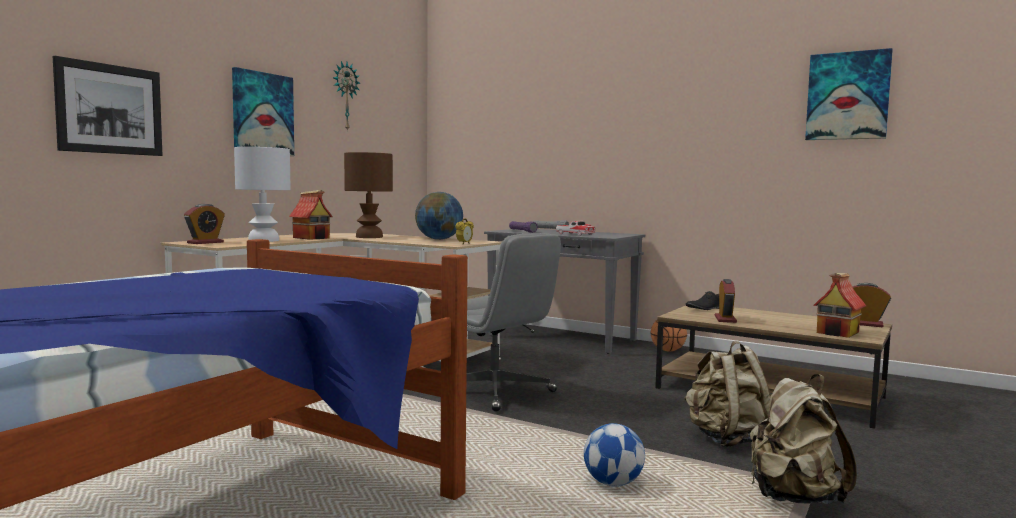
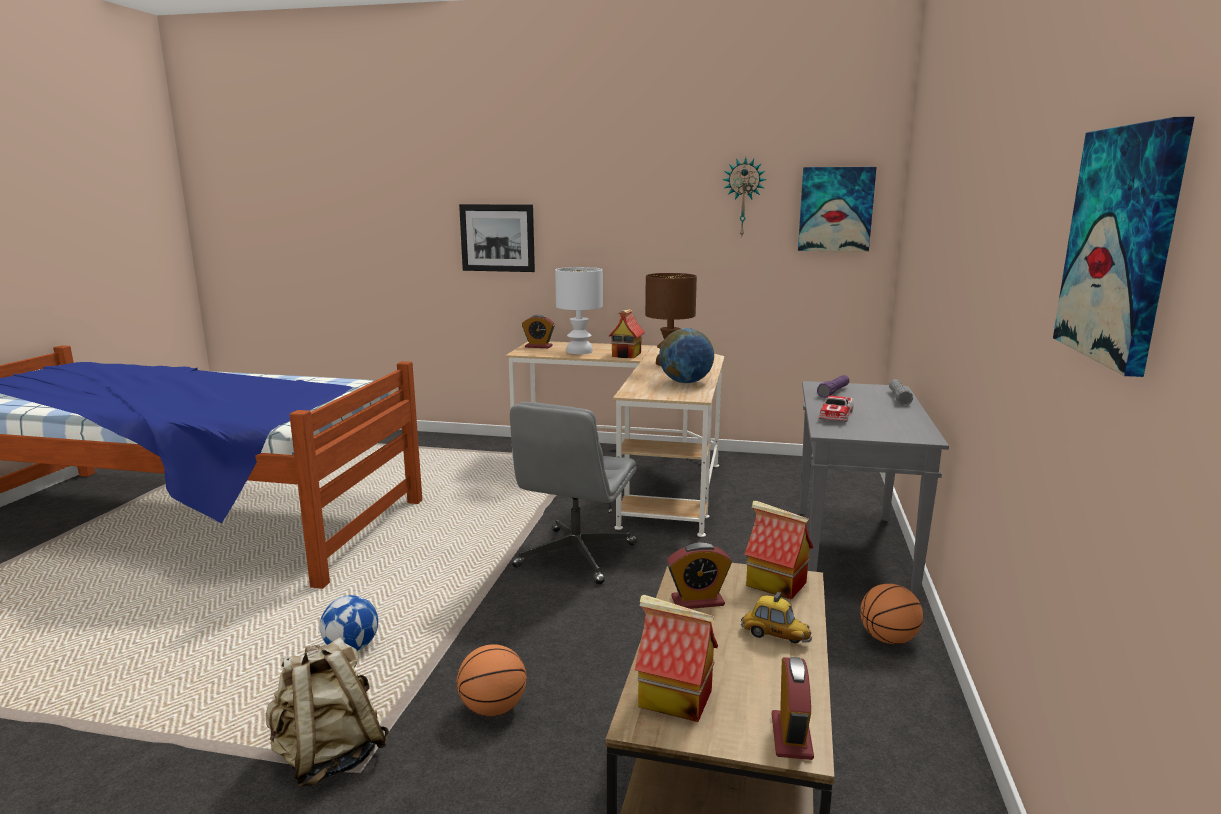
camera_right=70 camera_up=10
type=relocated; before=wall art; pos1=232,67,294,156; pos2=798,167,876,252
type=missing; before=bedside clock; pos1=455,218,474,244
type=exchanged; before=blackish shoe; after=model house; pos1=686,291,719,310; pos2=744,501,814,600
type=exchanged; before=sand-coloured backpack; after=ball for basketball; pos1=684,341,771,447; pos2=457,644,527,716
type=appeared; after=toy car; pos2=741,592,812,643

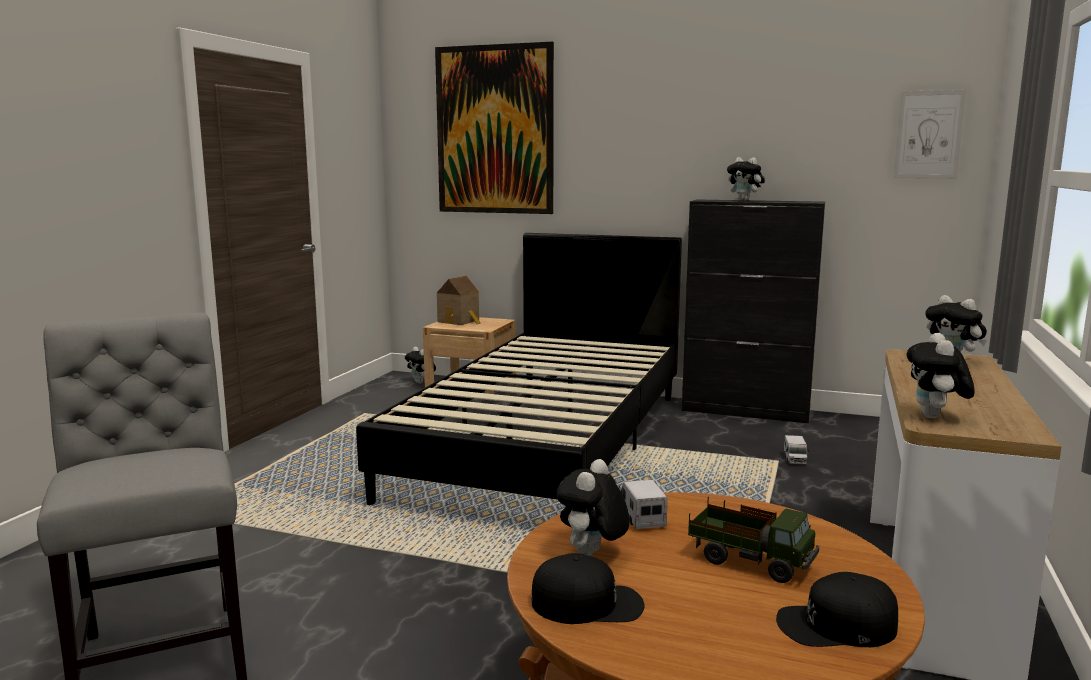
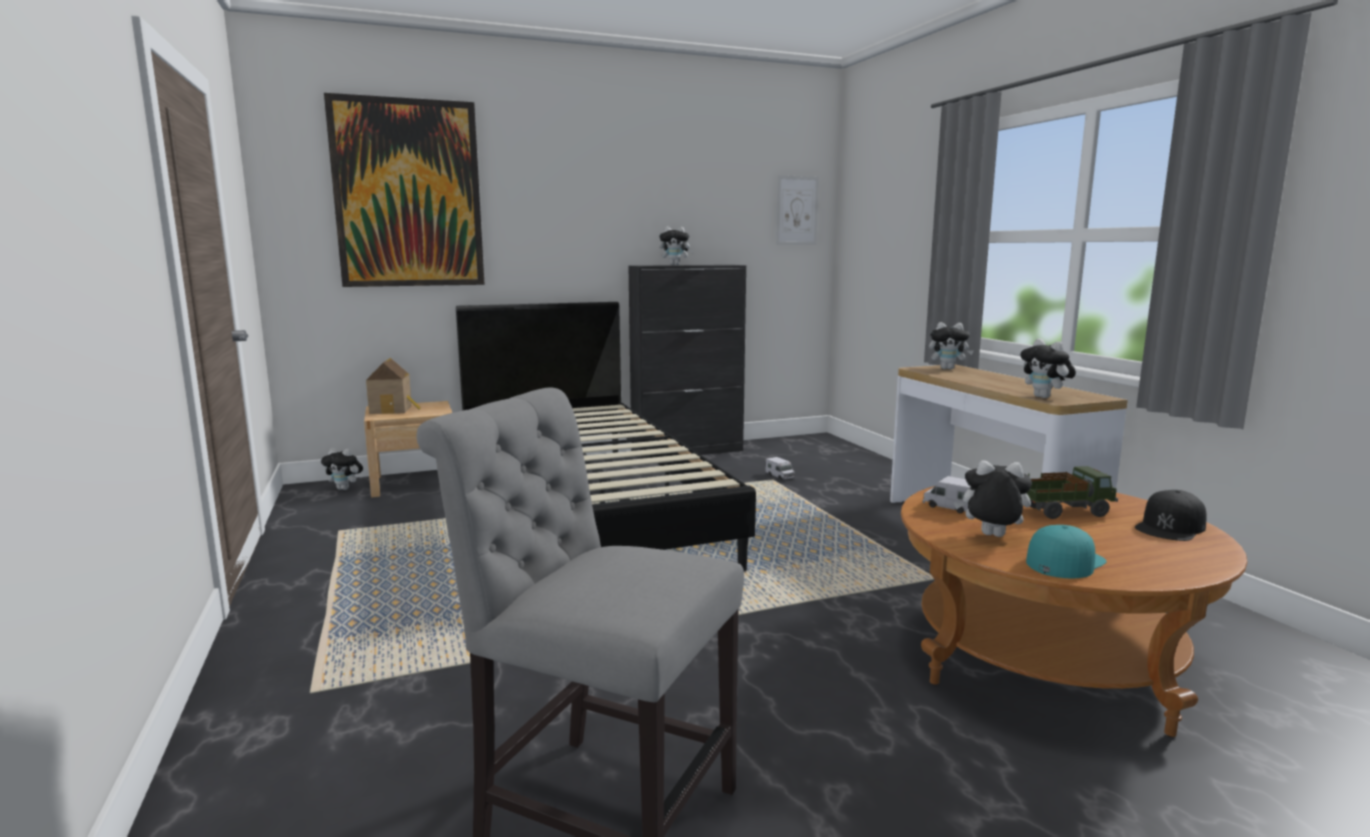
camera_right=-40 camera_up=0
type=spun; before=plush toy; pos1=556,459,630,556; pos2=954,460,1032,537; turn=120
type=colour; before=blackish peaked cap; after=blue-green peaked cap; pos1=531,553,645,624; pos2=1026,525,1107,578

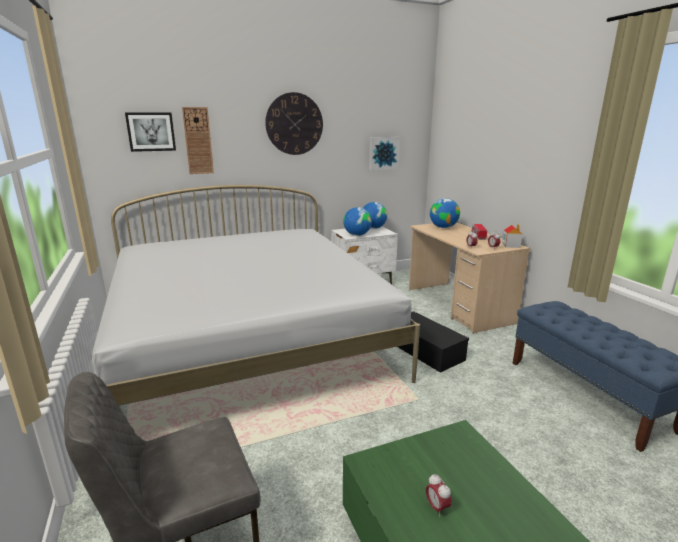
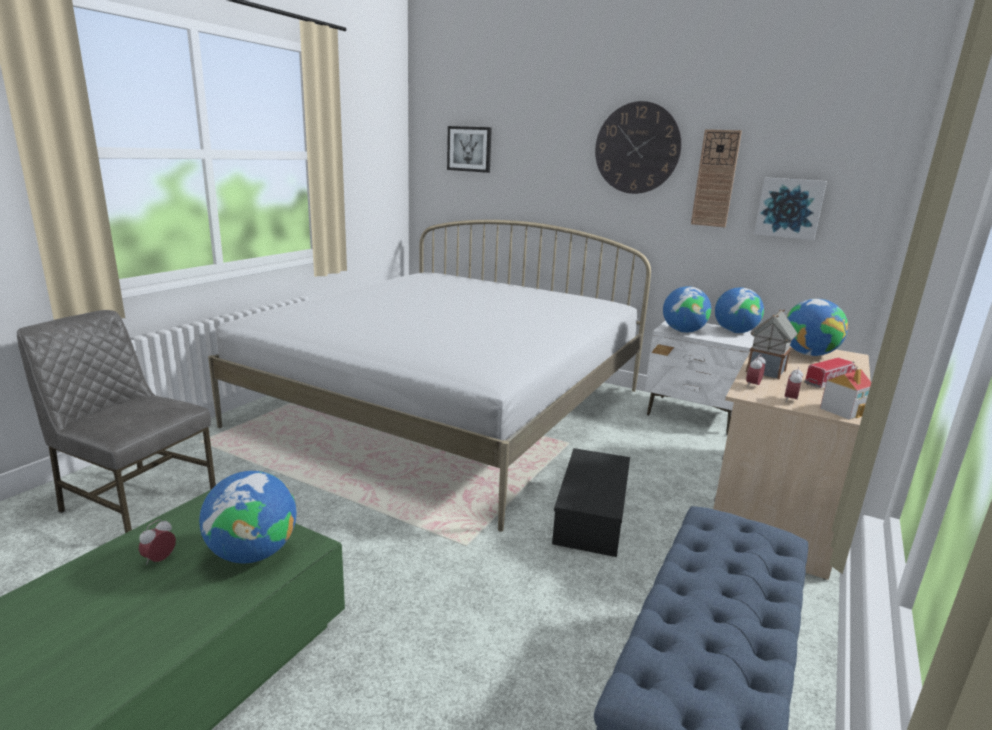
camera_right=50 camera_up=0
type=relocated; before=clock on the wall; pos1=182,107,214,174; pos2=691,129,742,227
type=appeared; after=model house; pos2=746,309,797,379
type=appeared; after=world globe; pos2=199,471,296,563

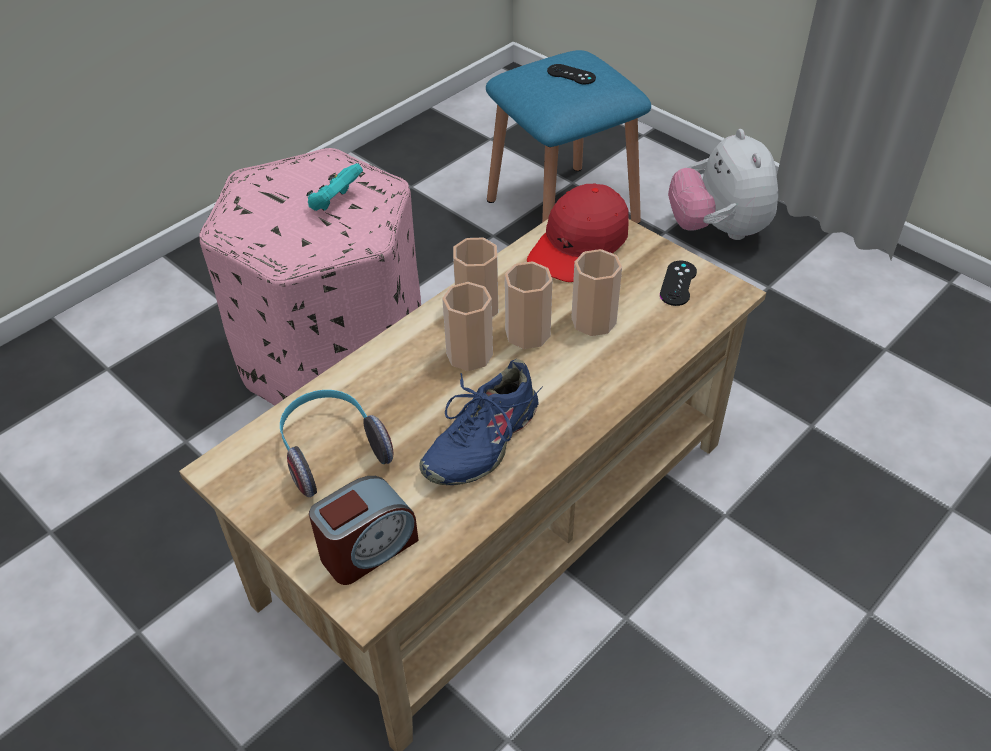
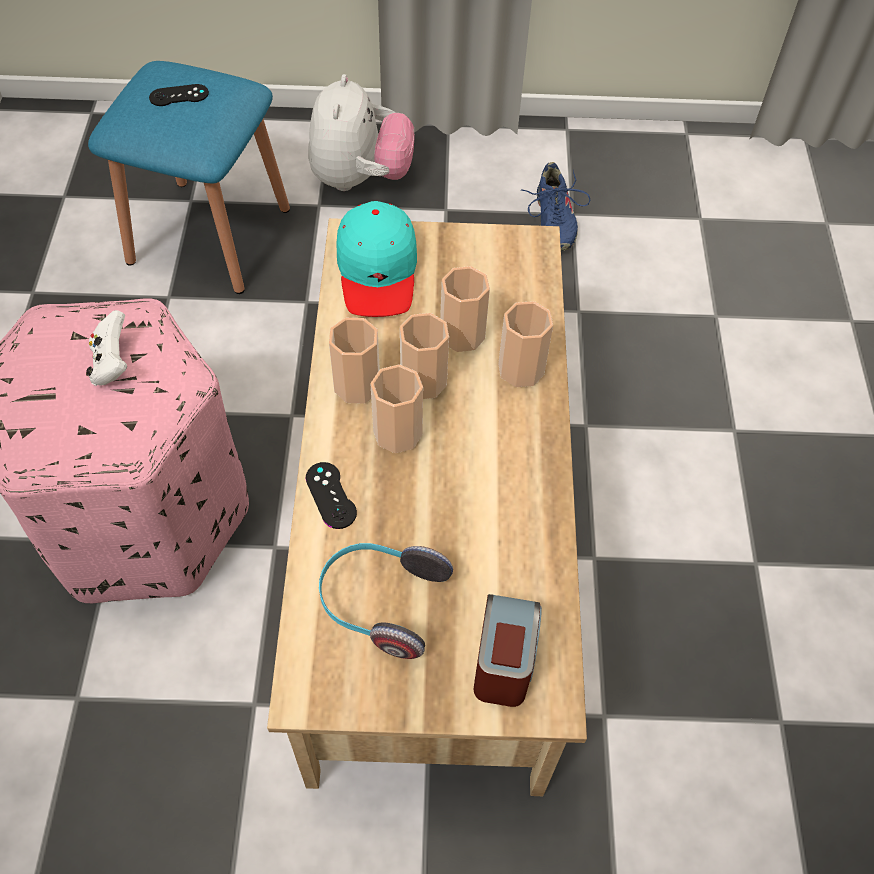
camera_right=-45 camera_up=10
type=spun; before=plush toy; pos1=668,129,778,240; pos2=308,74,414,191; turn=-120
type=colour; before=blue-green joypad; after=whitish joypad; pos1=306,163,363,211; pos2=86,310,127,386
type=colour; before=red peaked cap; after=blue-green peaked cap; pos1=527,183,628,282; pos2=336,201,417,317
type=relocated; before=blackish joypad; pos1=660,261,697,306; pos2=306,462,357,529
type=relocated; before=blue shoe; pos1=419,359,542,485; pos2=520,162,590,251
type=appeared; after=small cup; pos2=498,301,553,387

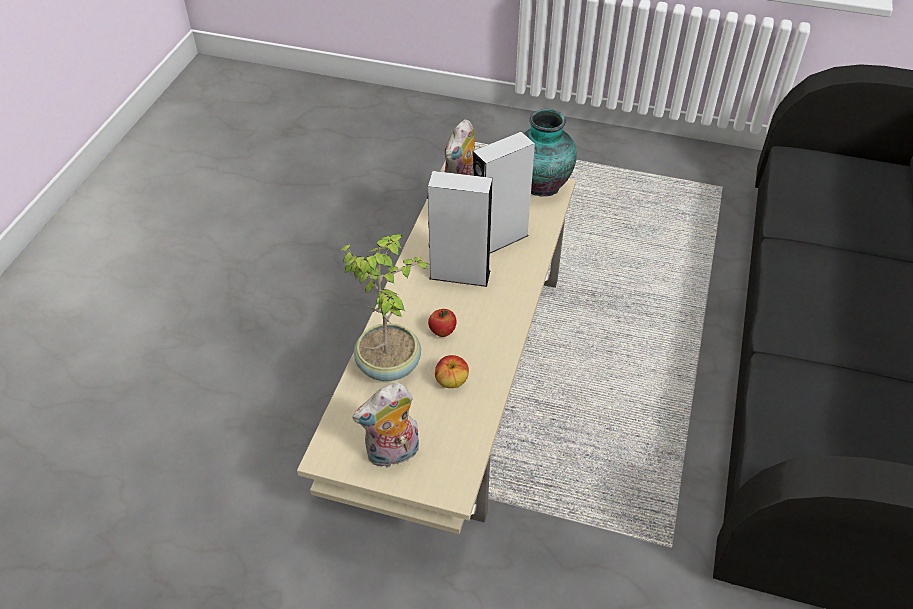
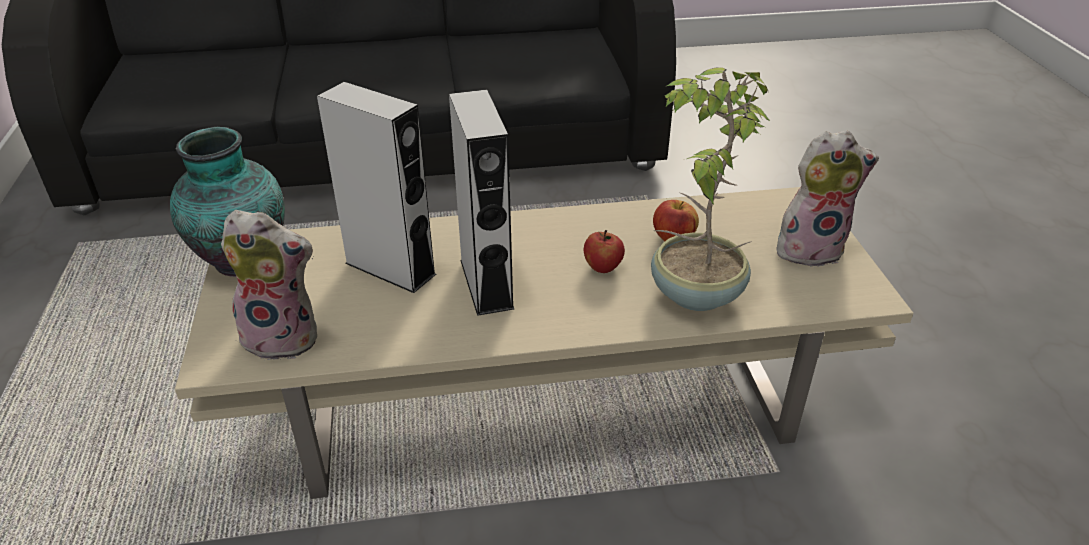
camera_right=-115 camera_up=-10
type=spun; before=plush toy; pos1=352,383,419,468; pos2=777,131,879,267; turn=-45

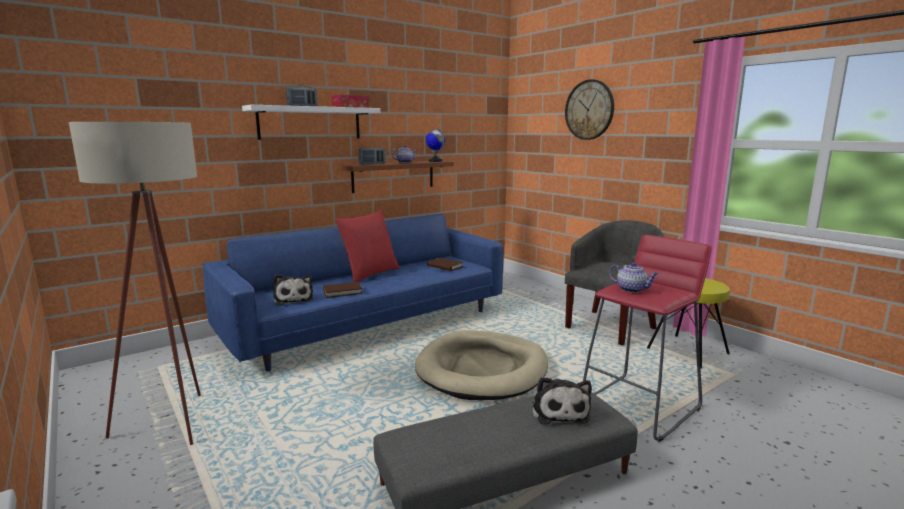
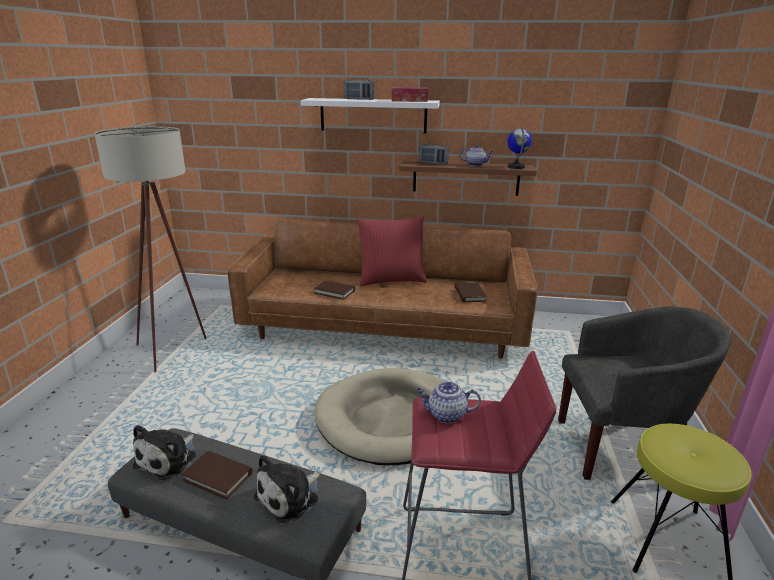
camera_right=45 camera_up=10
type=missing; before=clock on the wall; pos1=565,79,614,140
type=colour; before=blue sofa; after=brownish sofa; pos1=203,214,503,371; pos2=228,220,537,359
type=spun; before=tea pot; pos1=609,262,659,293; pos2=416,382,481,423; turn=105
type=relocated; before=plush toy; pos1=273,274,313,306; pos2=133,425,196,480
type=appeared; after=brownish volume; pos2=181,451,252,500

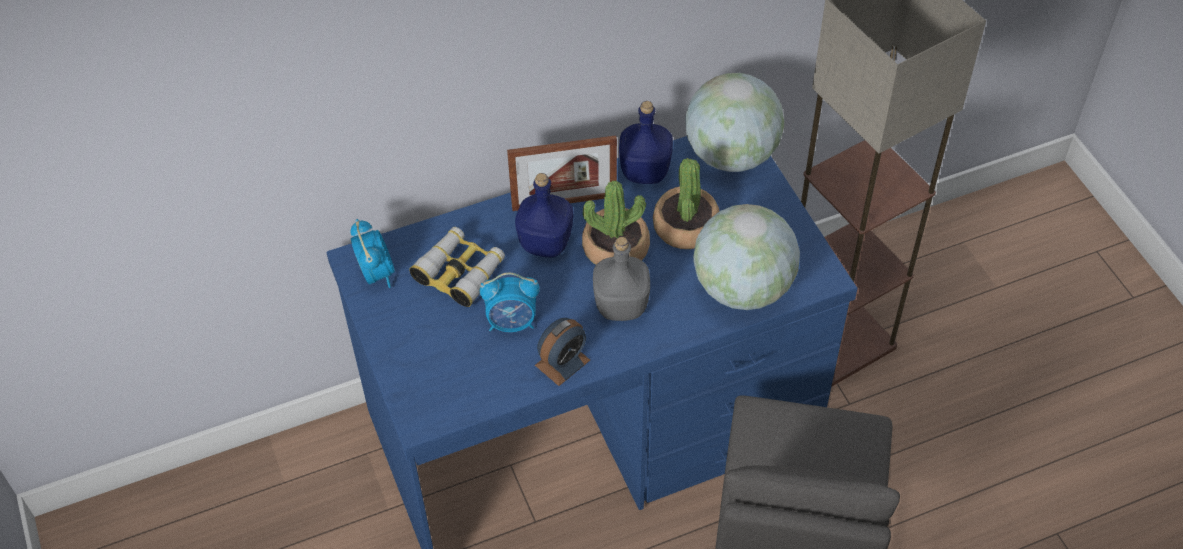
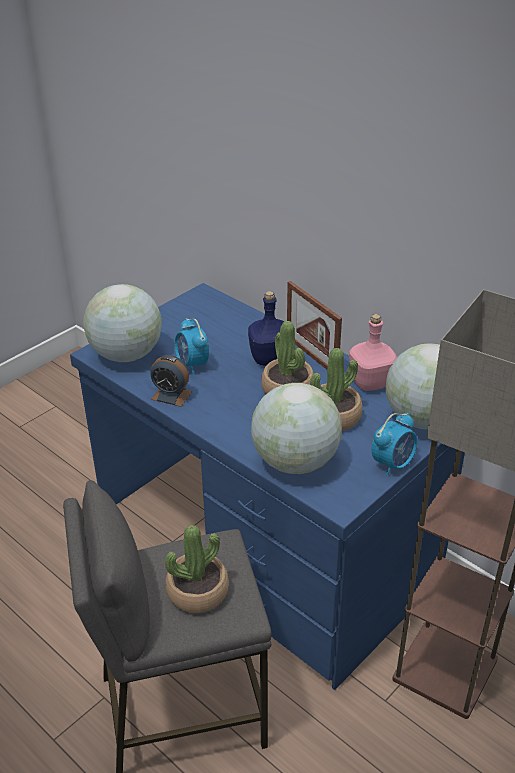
camera_right=65 camera_up=-15
type=colour; before=blue bottle; after=pinkish bottle; pos1=619,101,673,184; pos2=349,314,397,391
type=relocated; before=bedside clock; pos1=350,219,395,288; pos2=372,413,417,477
type=missing; before=pair of binoculars; pos1=409,227,505,307
type=missing; before=gray bottle; pos1=593,237,650,321
type=appeared; after=world globe; pos2=83,284,162,362
type=appeared; after=houseplant; pos2=165,525,229,613

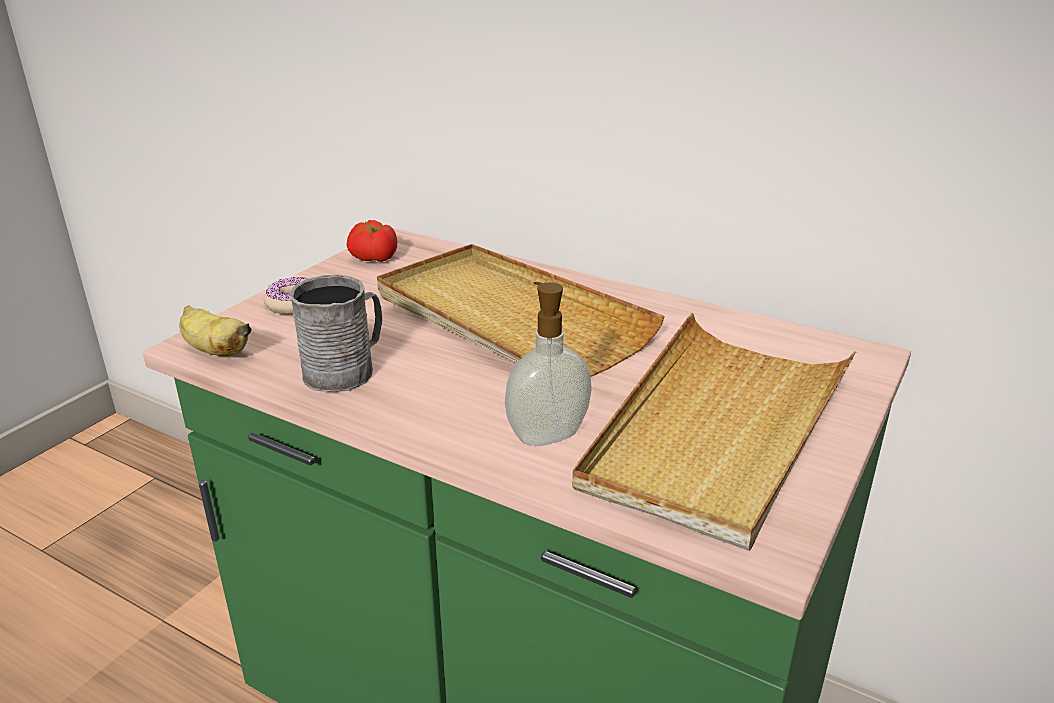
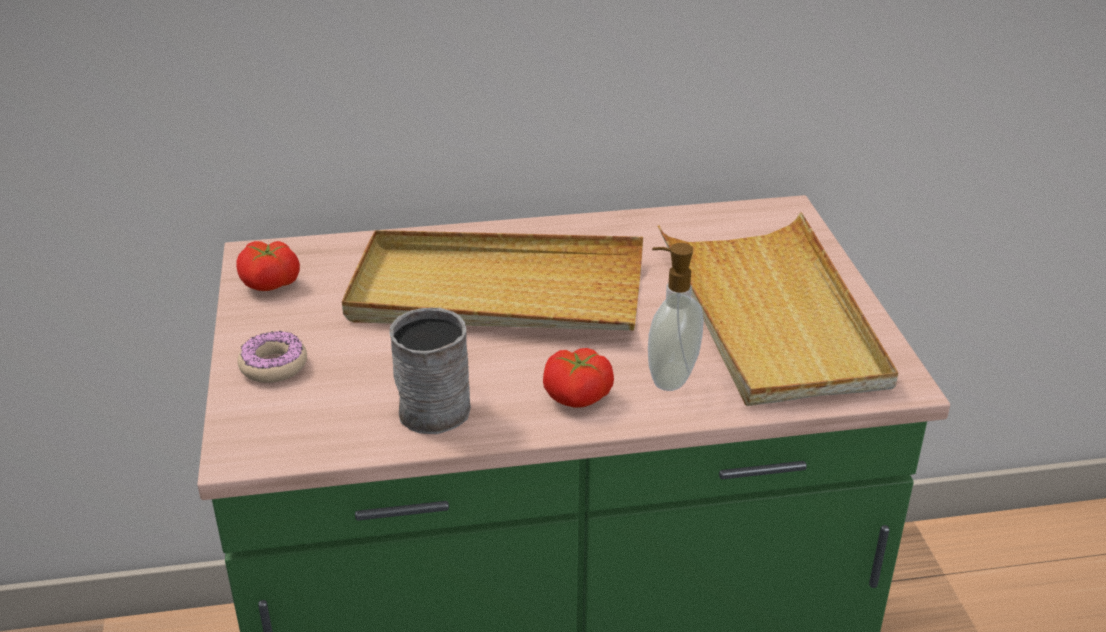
camera_right=-40 camera_up=5
type=missing; before=banana; pos1=179,305,252,356
type=appeared; after=whole tomato; pos2=543,348,614,408

